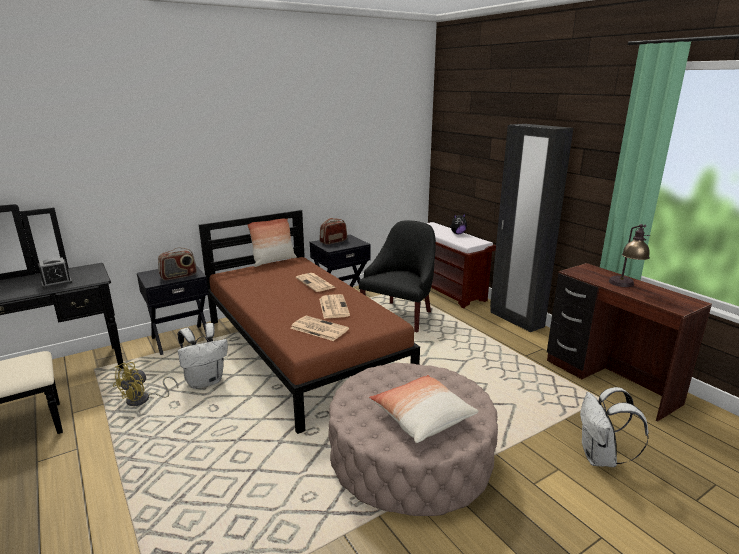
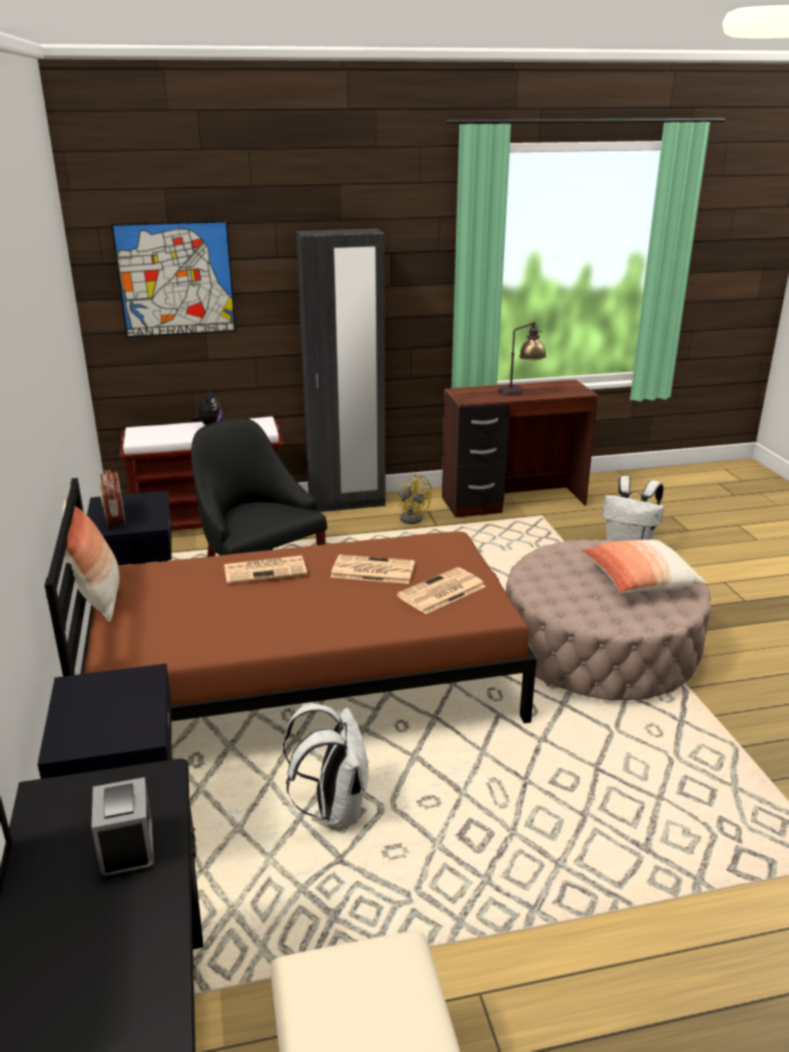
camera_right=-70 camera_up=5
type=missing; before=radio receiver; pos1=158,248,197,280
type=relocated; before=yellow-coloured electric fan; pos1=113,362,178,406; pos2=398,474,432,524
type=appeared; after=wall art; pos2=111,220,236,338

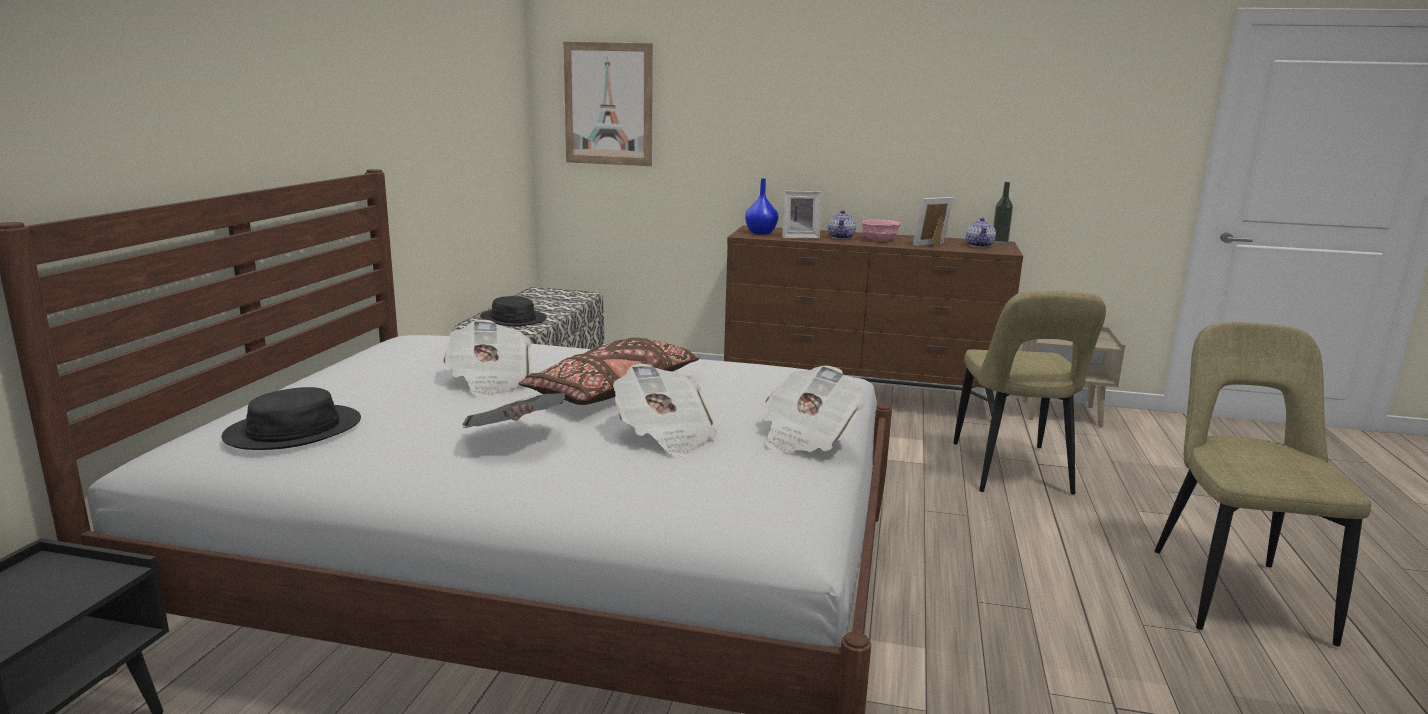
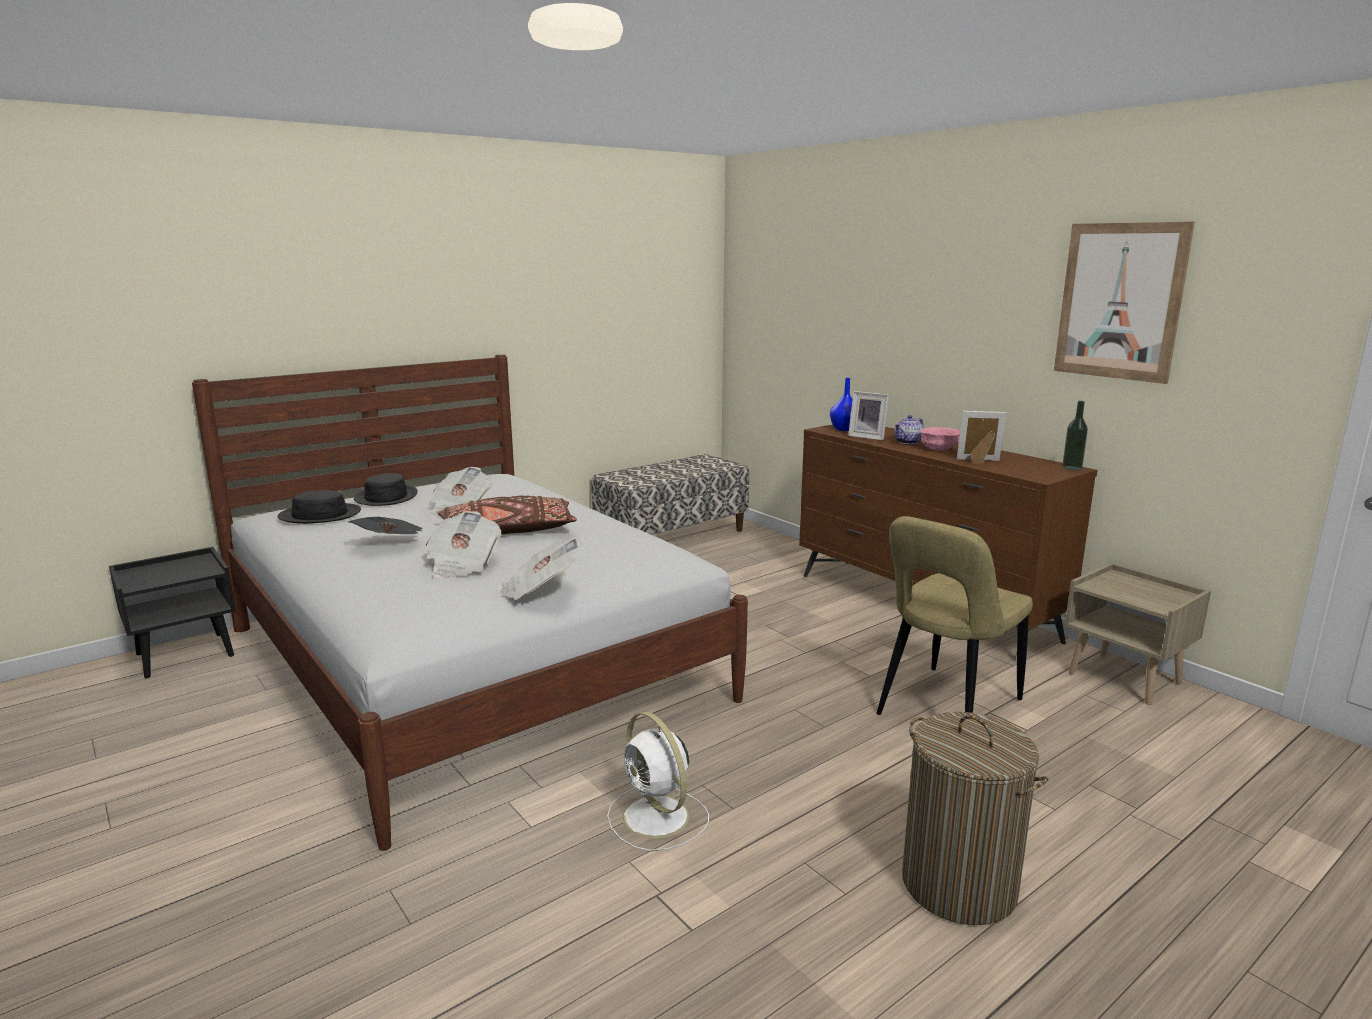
camera_right=40 camera_up=0
type=relocated; before=wall art; pos1=563,42,653,166; pos2=1054,222,1195,384
type=missing; before=tea pot; pos1=966,218,996,248
type=relocated; before=blackish clothing hat; pos1=480,296,547,327; pos2=354,473,418,506
type=exchanged; before=sand-coloured upright chair; after=laundry basket; pos1=1154,322,1371,646; pos2=902,712,1049,925
type=appeared; after=whitish electric fan; pos2=607,712,709,851

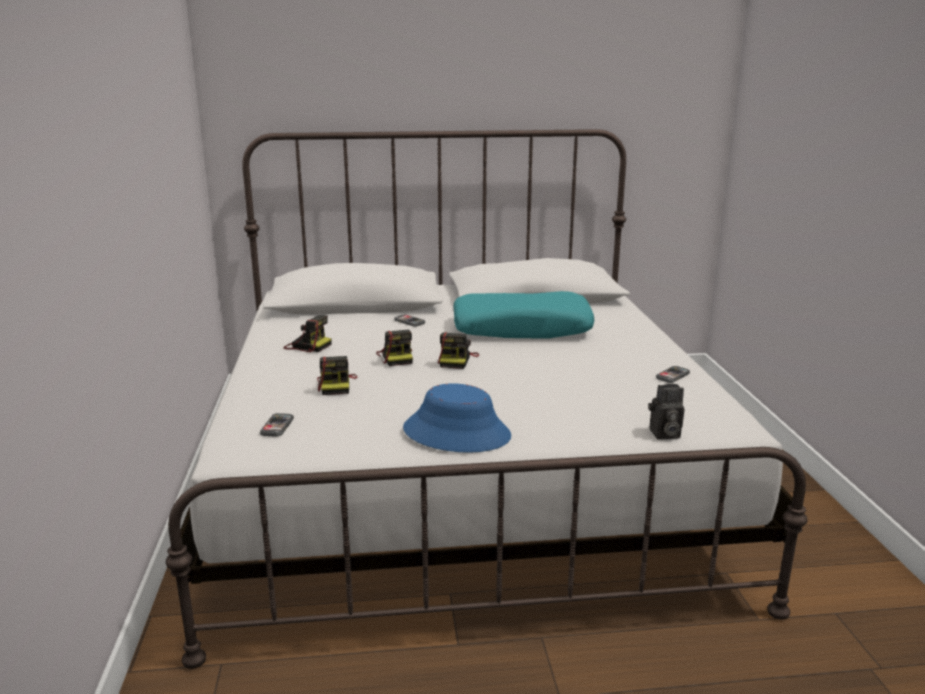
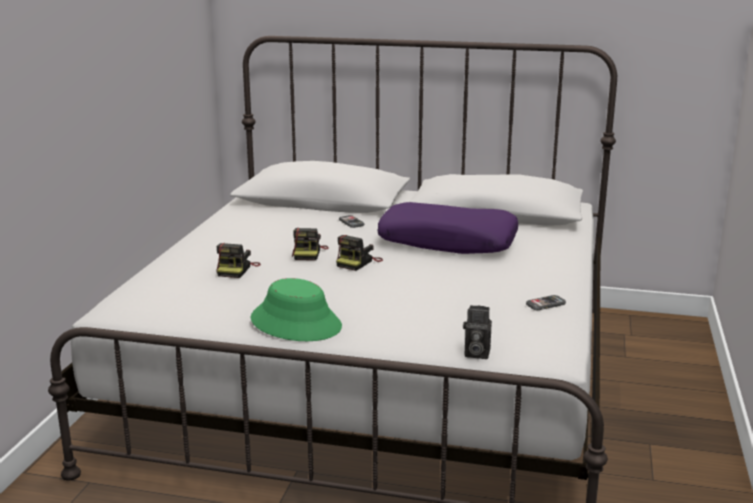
camera_right=20 camera_up=0
type=colour; before=blue-green pillow; after=purple pillow; pos1=453,291,594,339; pos2=377,202,518,254
type=missing; before=photo camera; pos1=284,315,332,352
type=colour; before=blue clothing hat; after=greenish clothing hat; pos1=403,383,511,453; pos2=250,278,342,341
type=missing; before=telephone; pos1=260,413,294,437

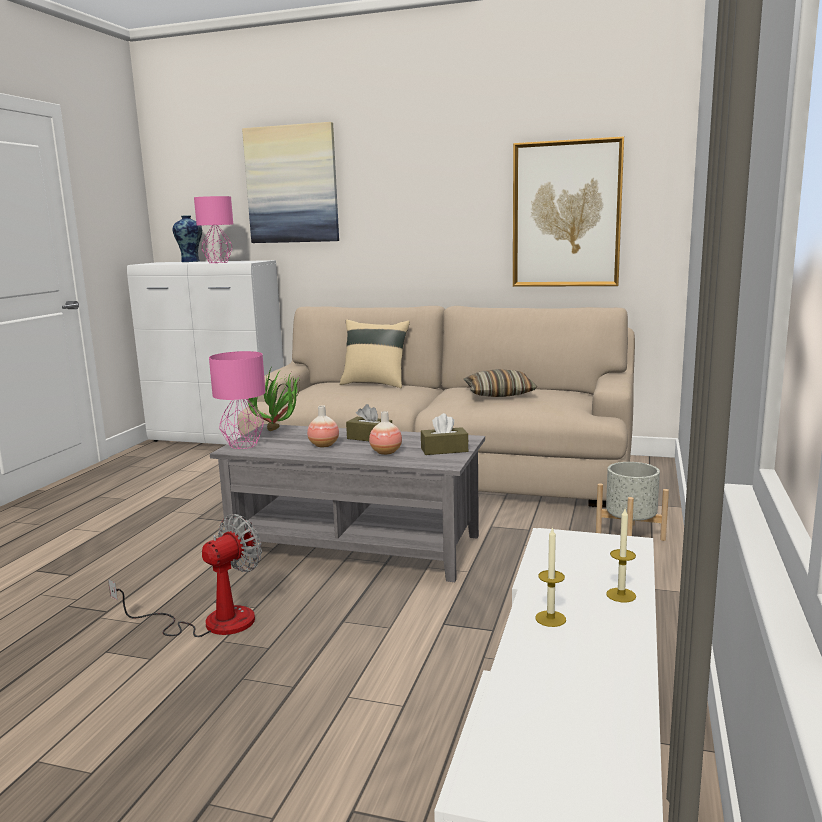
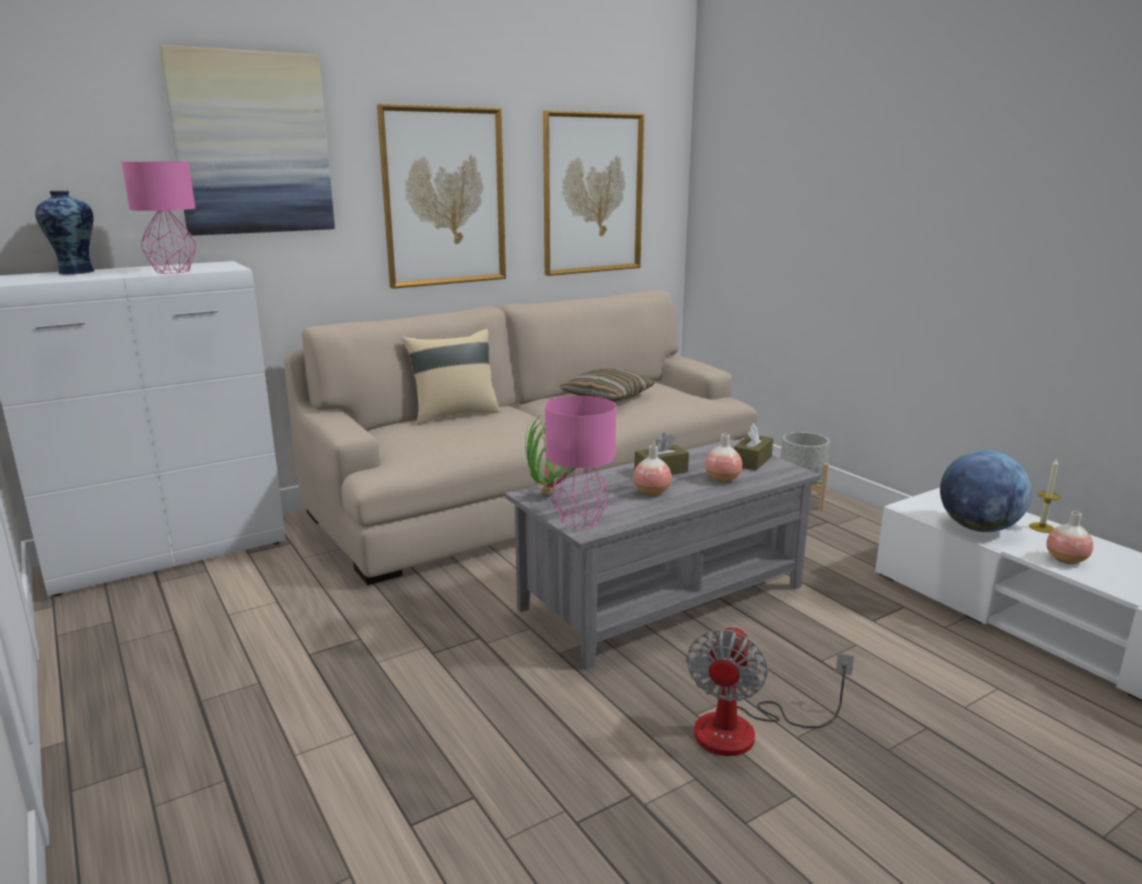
camera_right=-50 camera_up=5
type=spun; before=electric fan; pos1=108,514,262,637; pos2=686,625,854,756; turn=-150
type=exchanged; before=wax light; after=flower vase; pos1=536,527,566,627; pos2=1046,511,1093,564
type=appeared; after=wall art; pos2=377,104,506,289
type=appeared; after=world globe; pos2=940,450,1032,532

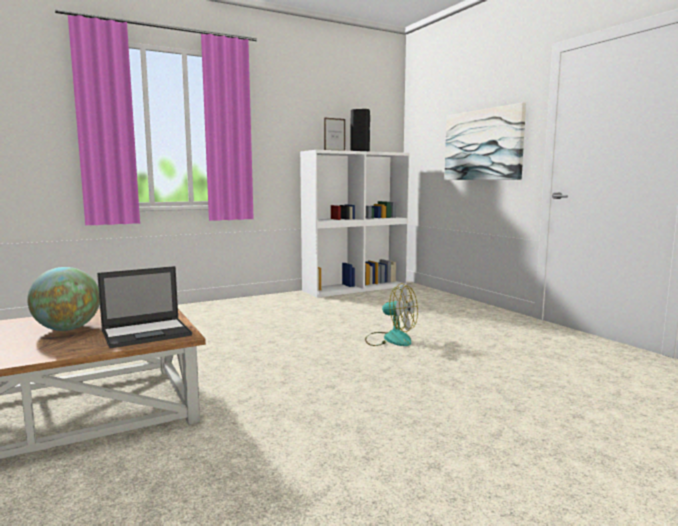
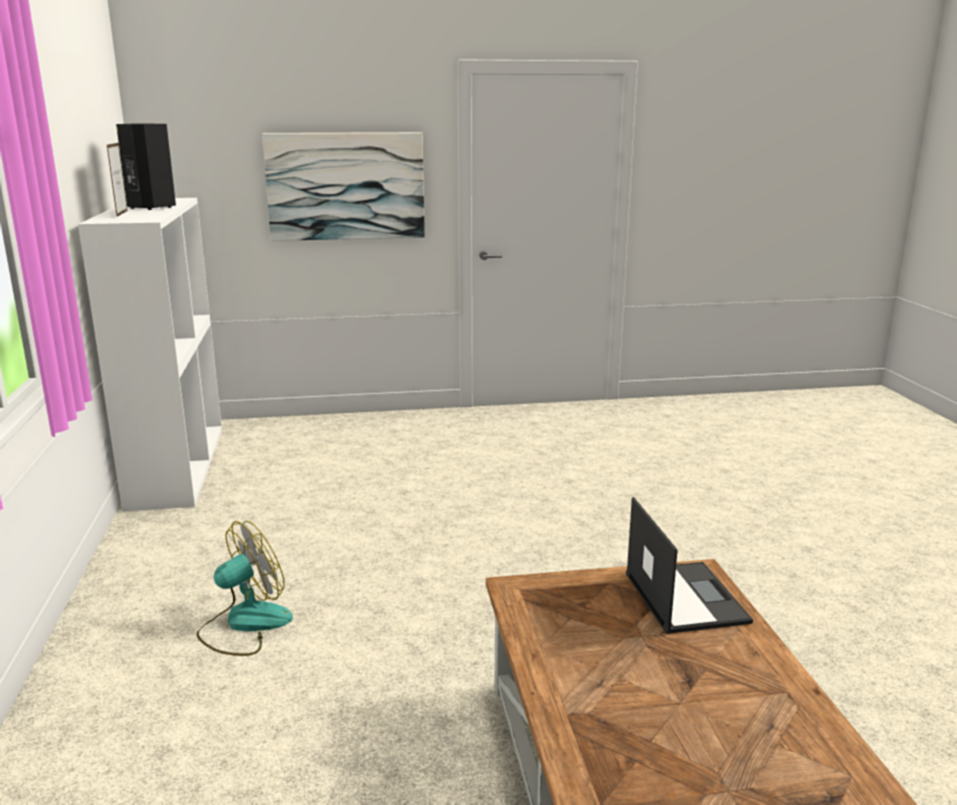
camera_right=-70 camera_up=10
type=missing; before=world globe; pos1=27,267,100,331
type=relocated; before=electric fan; pos1=365,283,418,346; pos2=196,521,293,656

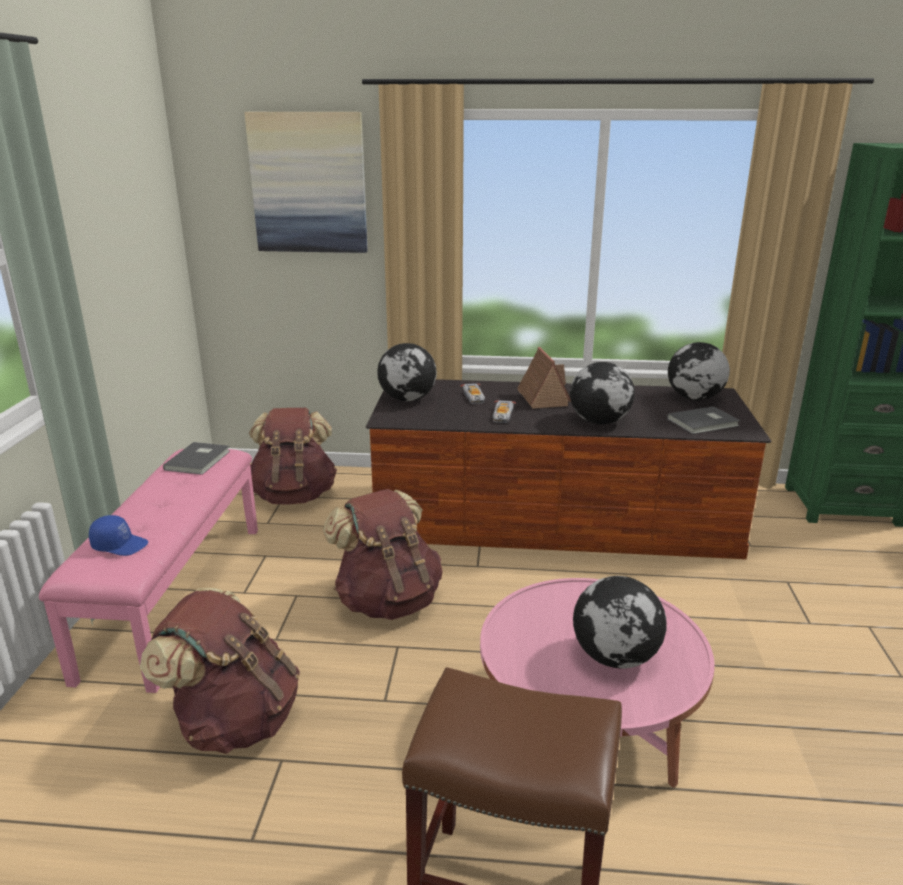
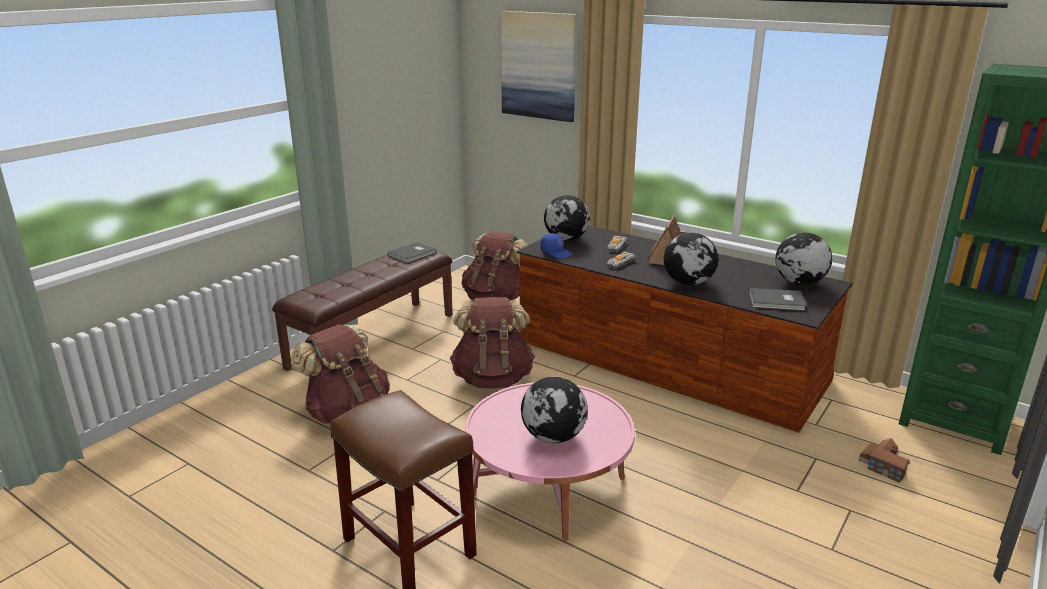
camera_right=30 camera_up=0
type=colour; before=pinkish bench; after=brownish bench; pos1=39,449,258,693; pos2=272,250,453,371
type=relocated; before=blue peaked cap; pos1=89,515,148,556; pos2=540,233,572,258
type=appeared; after=model house; pos2=859,438,910,483

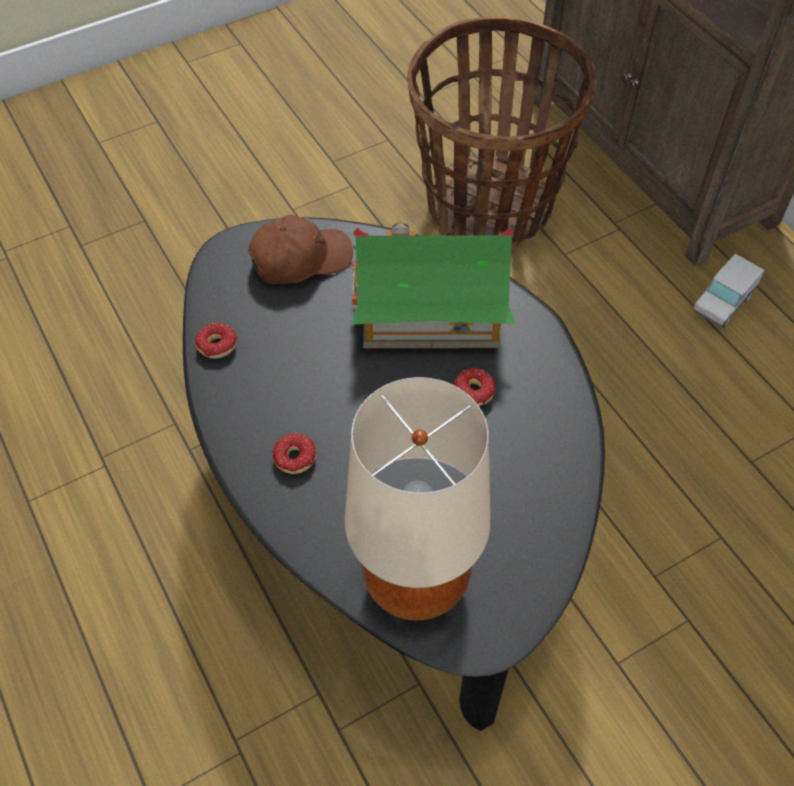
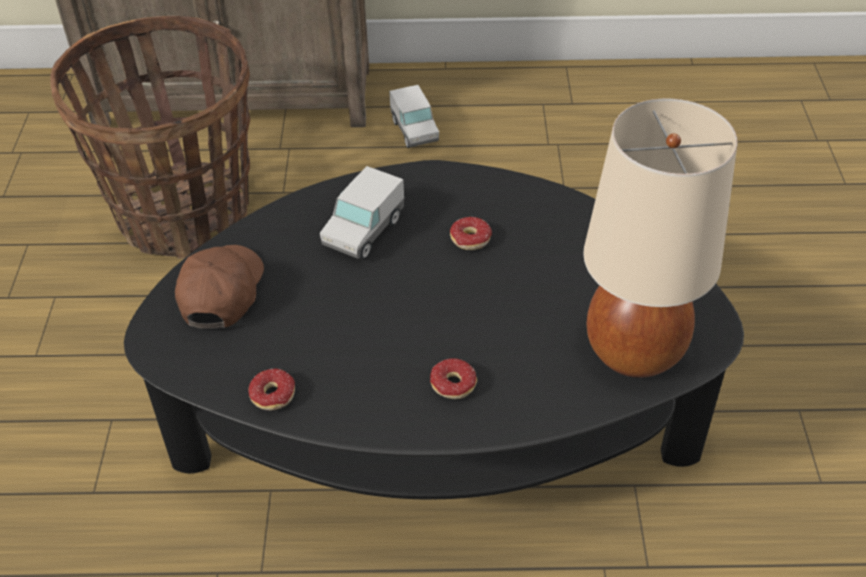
camera_right=-60 camera_up=-10
type=exchanged; before=model house; after=toy lorry; pos1=351,222,516,348; pos2=320,166,404,259

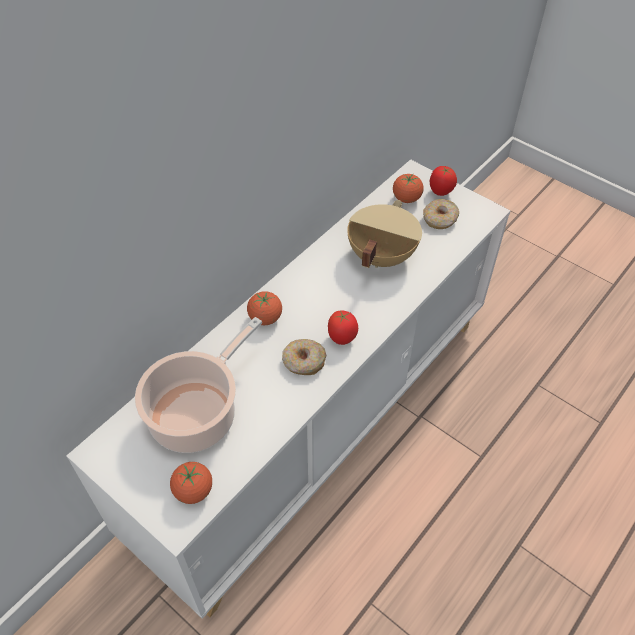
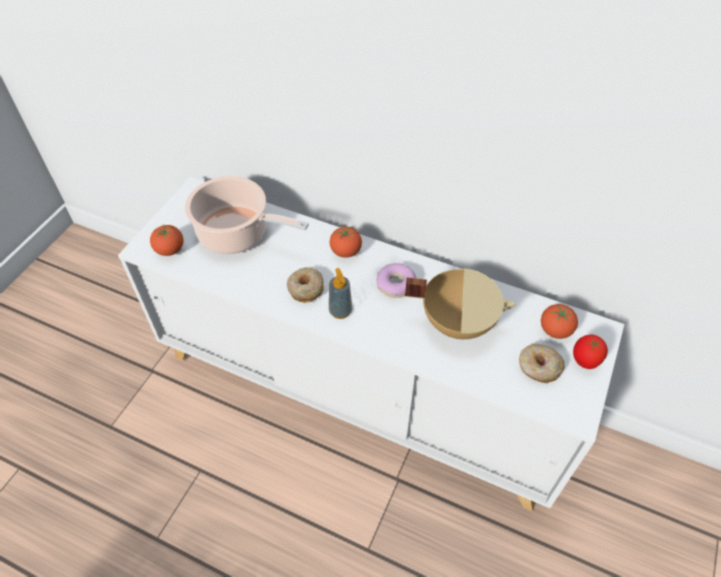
camera_right=75 camera_up=0
type=exchanged; before=whole tomato; after=soap bottle; pos1=328,310,358,345; pos2=329,268,352,319
type=appeared; after=doughnut; pos2=376,263,416,298

